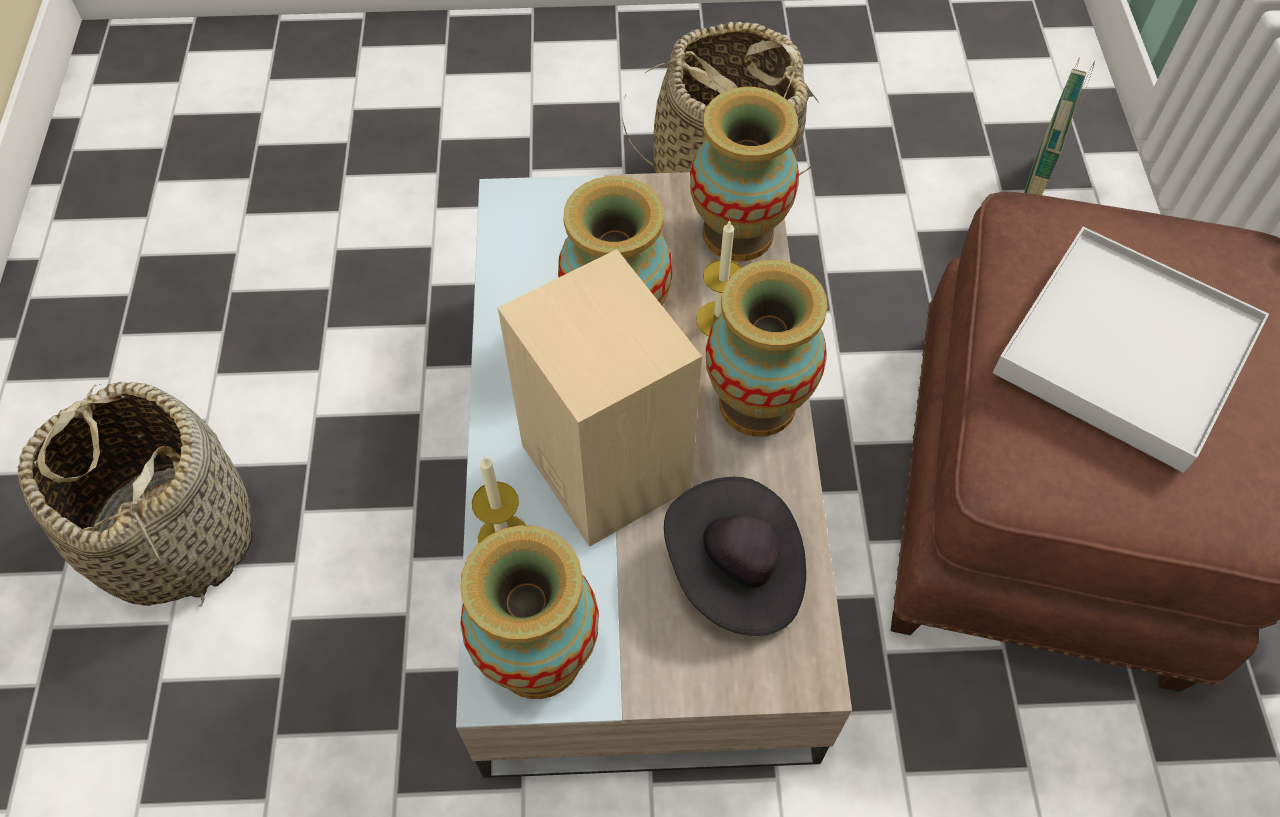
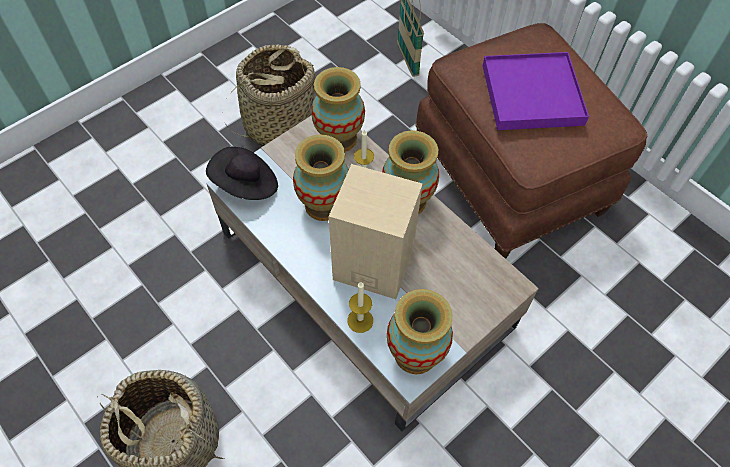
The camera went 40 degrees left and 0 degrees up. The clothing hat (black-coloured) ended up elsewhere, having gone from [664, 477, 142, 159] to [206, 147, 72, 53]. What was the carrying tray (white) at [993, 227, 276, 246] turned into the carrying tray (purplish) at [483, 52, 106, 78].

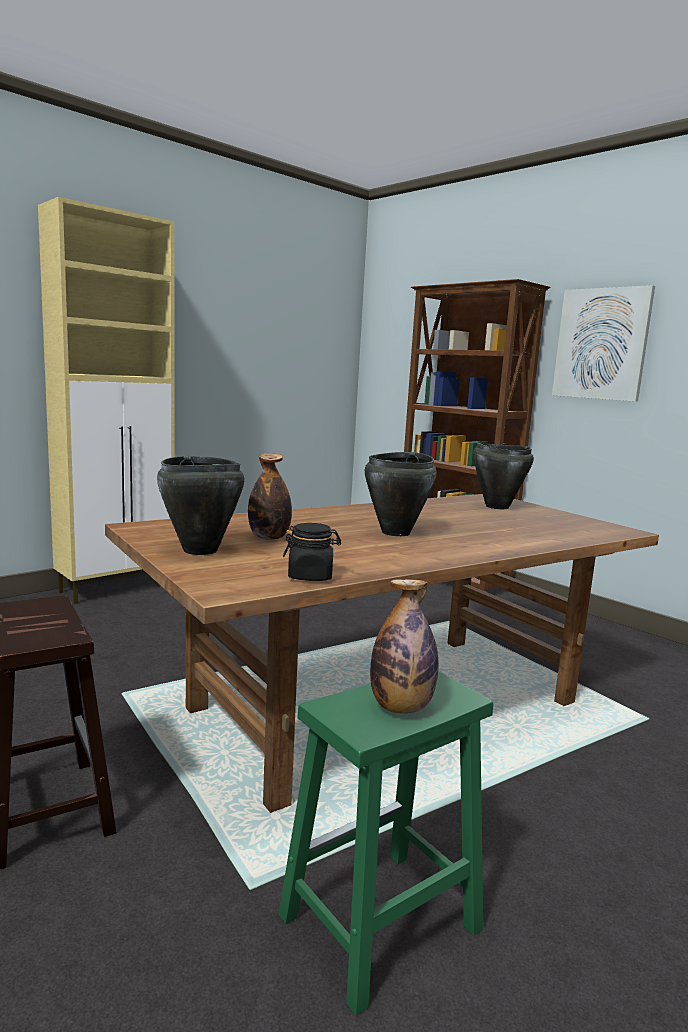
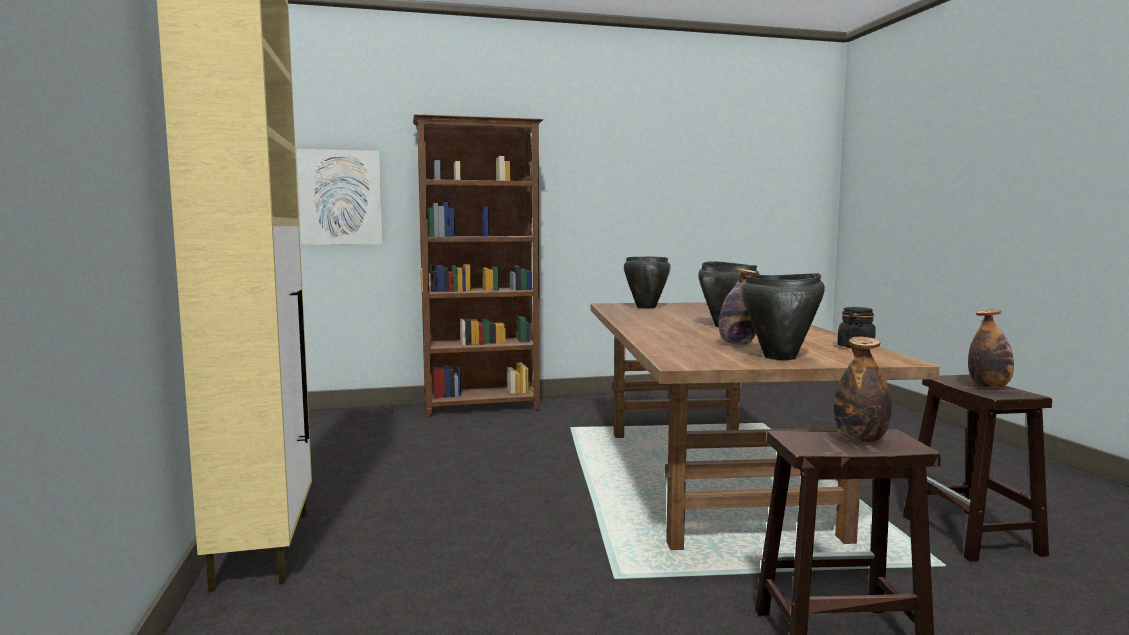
The camera went 60 degrees left and 5 degrees down. The picture ended up elsewhere, having gone from [552, 285, 103, 117] to [297, 149, 86, 96]. The second view gained the drink bottle at [834, 337, 58, 105]. What was the sitting stool (greenish) at [278, 671, 215, 345] turned into the sitting stool (brown) at [903, 375, 149, 187].

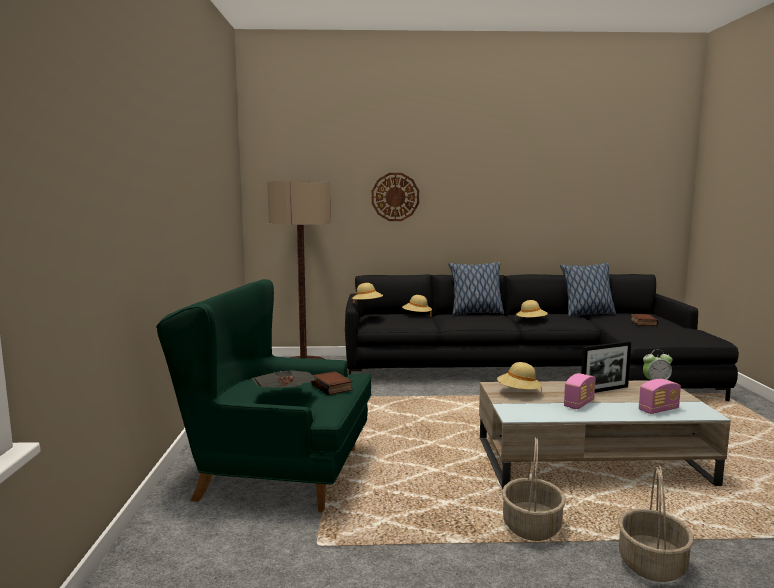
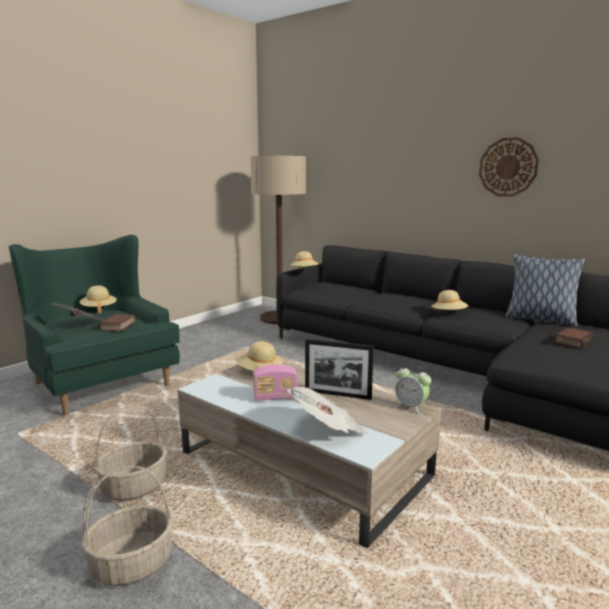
The camera went 40 degrees right and 5 degrees up. The clothing hat (beige) ended up elsewhere, having gone from [402, 295, 30, 22] to [80, 285, 37, 29]. Where the radio receiver stood at [639, 379, 42, 35], the printed paper came to stand at [287, 387, 81, 47]. The hanging clock ended up elsewhere, having gone from [372, 173, 47, 48] to [479, 137, 60, 60]. The second view lost the cushion at [448, 262, 56, 53].

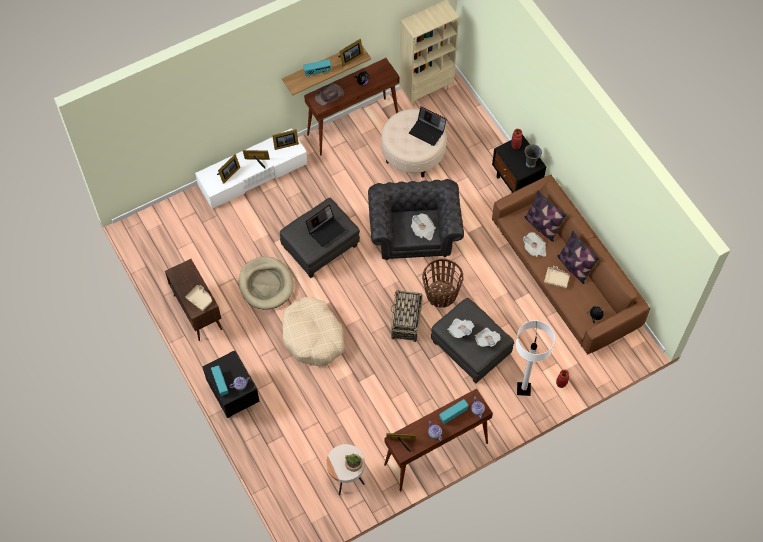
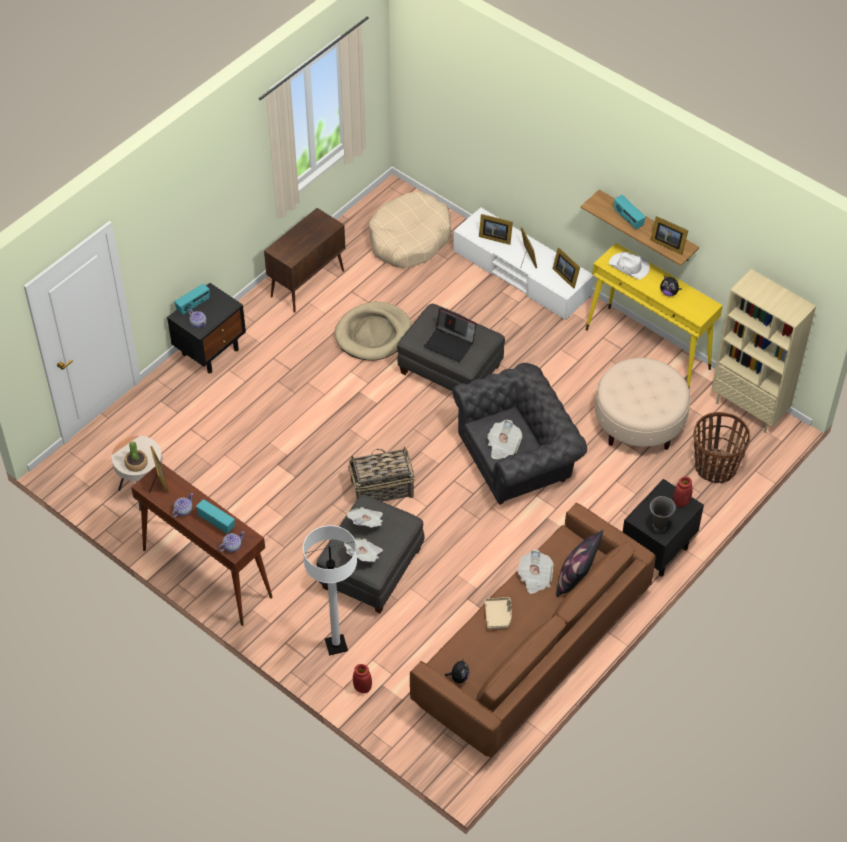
The camera went 70 degrees right and 10 degrees down. The dog bed (beige) ended up elsewhere, having gone from [283, 297, 62, 69] to [369, 191, 83, 77]. What was the hall table (brown) at [304, 58, 96, 97] turned into the hall table (yellow) at [586, 243, 137, 144]. What was the clothing hat (brown) at [315, 83, 29, 23] turned into the clothing hat (white) at [609, 252, 41, 28]. The household basket ended up elsewhere, having gone from [422, 258, 42, 50] to [693, 412, 58, 71]. The second view lost the carrying tray (beige) at [186, 285, 26, 26]. The second view lost the portable computer at [409, 106, 38, 40]. The second view lost the cushion at [557, 231, 43, 53].

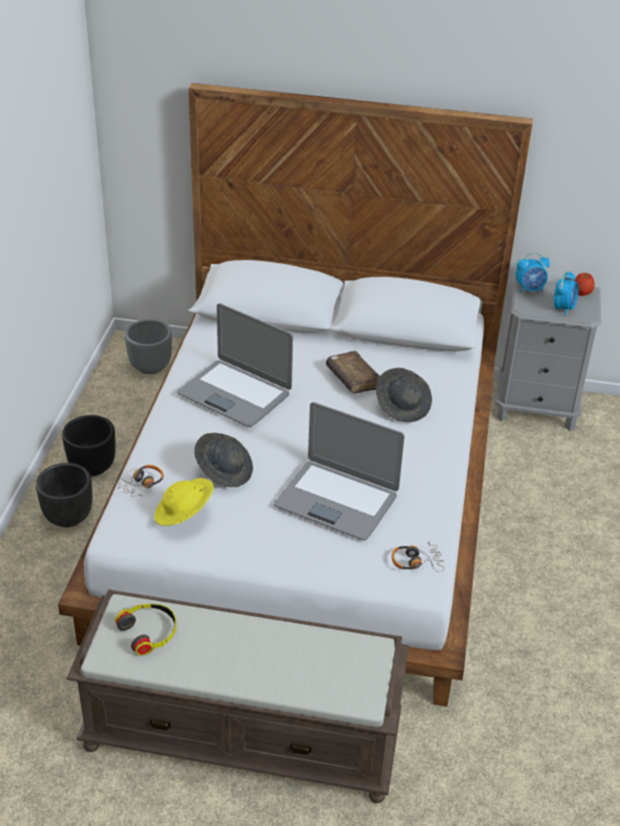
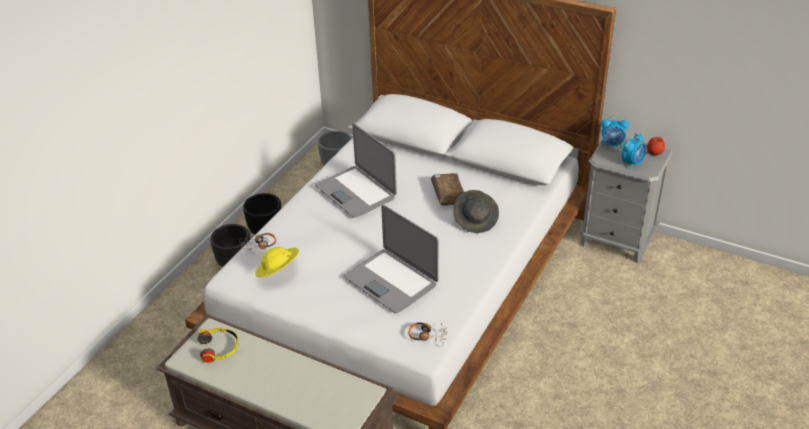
The camera went 20 degrees right and 0 degrees up. The second view lost the clothing hat (gray) at [194, 433, 59, 54].

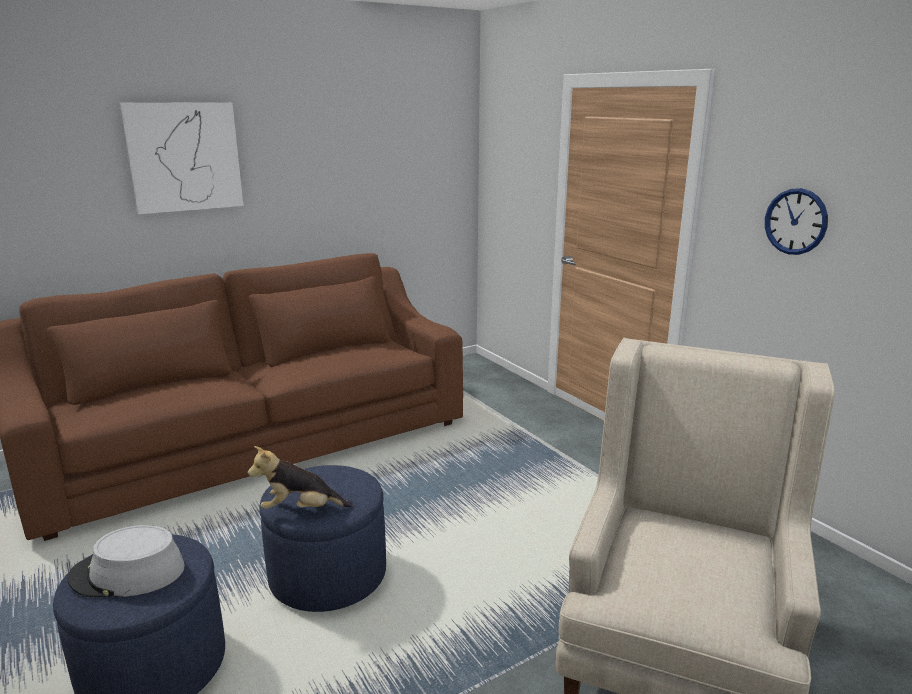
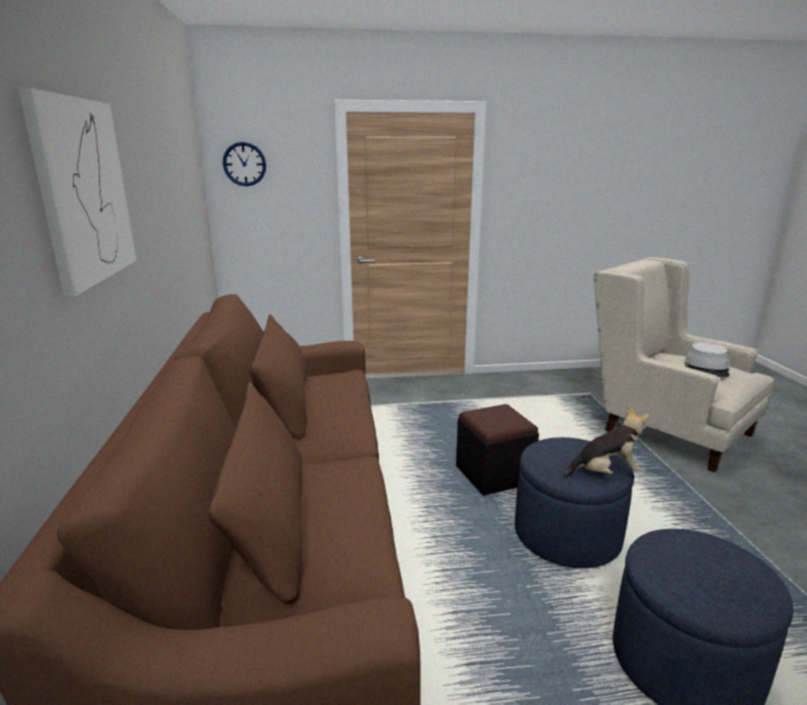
The camera went 65 degrees left and 0 degrees up. The hanging clock ended up elsewhere, having gone from [765, 188, 63, 67] to [223, 142, 43, 44]. The second view gained the ottoman (black-coloured) at [456, 404, 83, 92]. The cuddly toy at [248, 446, 105, 63] ended up facing another way, 120 degrees counterclockwise from before. The clothing hat (gray) ended up elsewhere, having gone from [67, 525, 118, 73] to [684, 342, 46, 35].

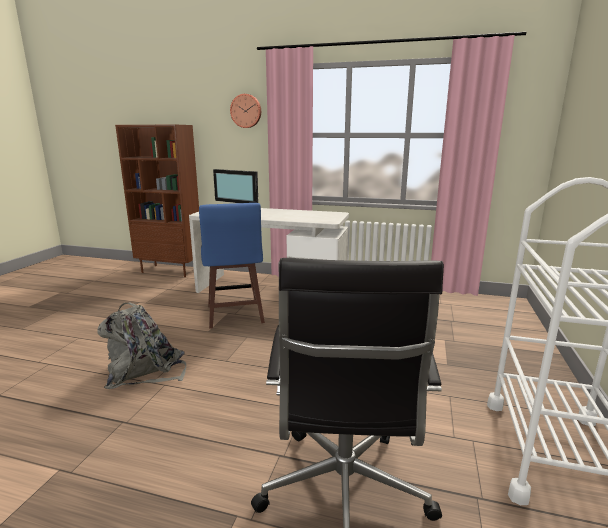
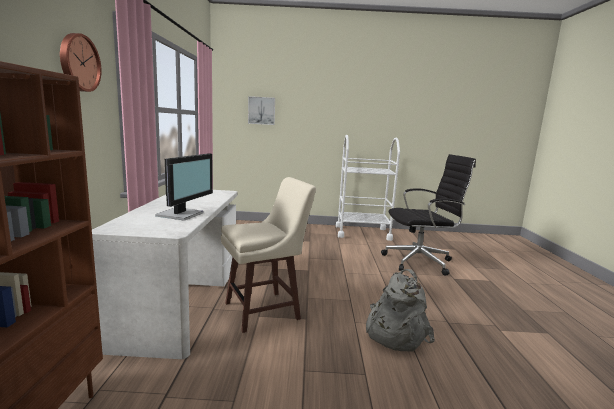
The camera went 105 degrees left and 5 degrees down. What was the sitting stool (blue) at [199, 203, 66, 126] turned into the sitting stool (beige) at [221, 177, 95, 156]. The second view gained the picture at [248, 96, 27, 29].

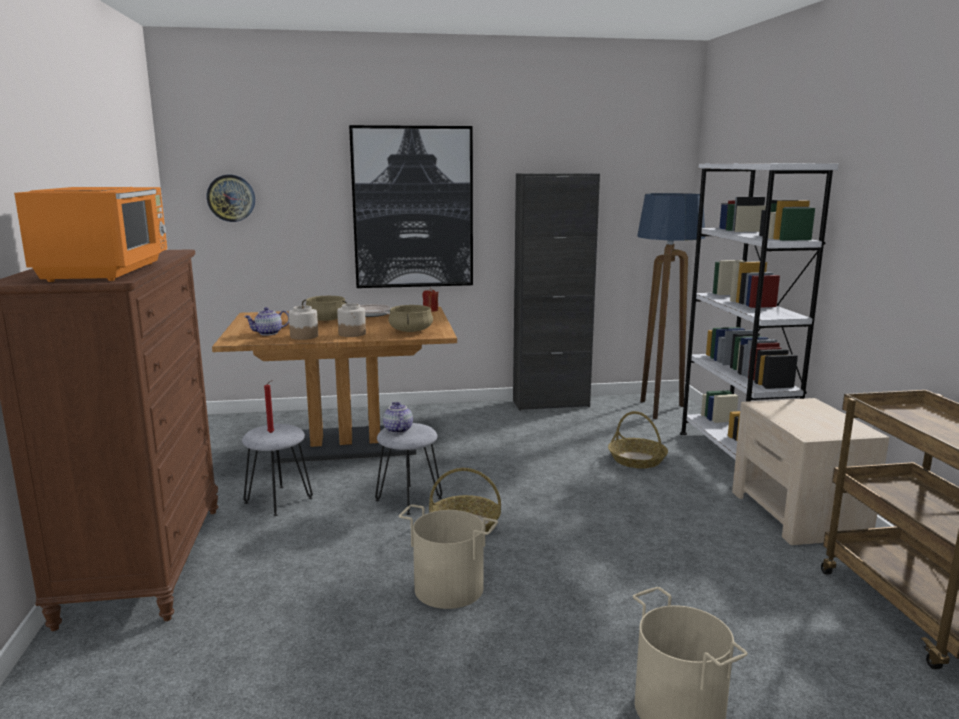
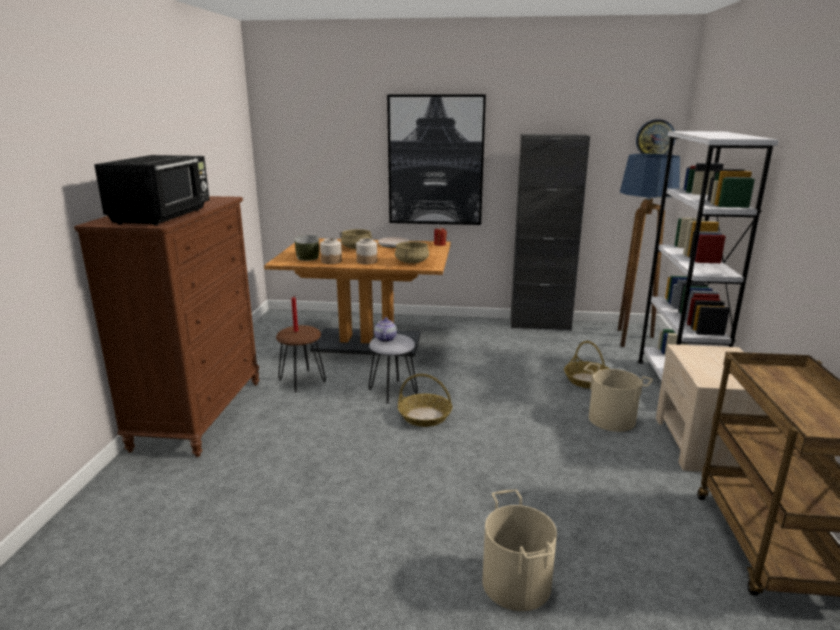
The camera went 15 degrees right and 5 degrees up. What was the microwave (orange-coloured) at [14, 187, 153, 95] turned into the microwave (black-coloured) at [94, 155, 116, 71]. What was the sitting stool (gray) at [242, 424, 71, 92] turned into the sitting stool (brown) at [276, 325, 50, 67]. Where the teapot stood at [244, 307, 45, 28], the bowl came to stand at [295, 235, 24, 26]. The water bucket (beige) ended up elsewhere, having gone from [399, 504, 99, 105] to [584, 363, 69, 69]. The hanging clock ended up elsewhere, having gone from [207, 175, 48, 47] to [636, 119, 39, 35].

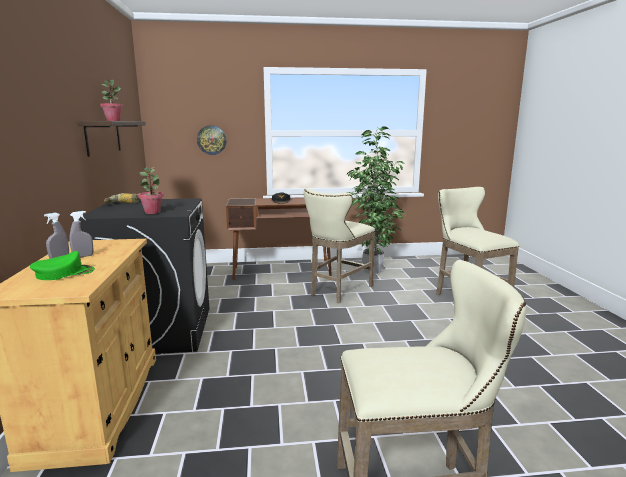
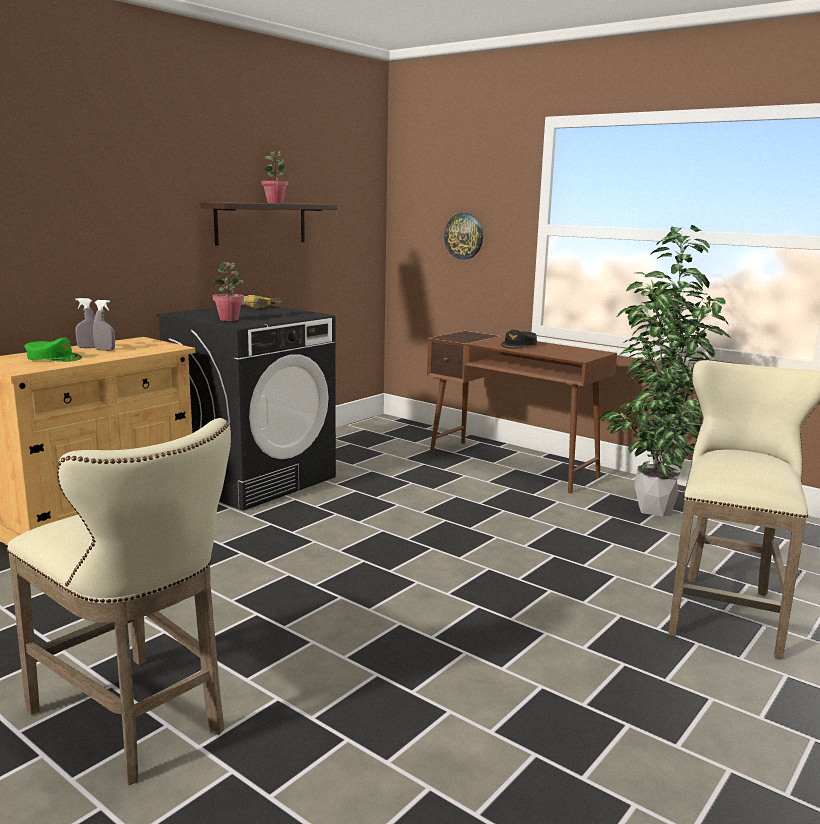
The camera went 45 degrees right and 0 degrees up. The second view lost the sitting stool (beige) at [304, 188, 71, 115].

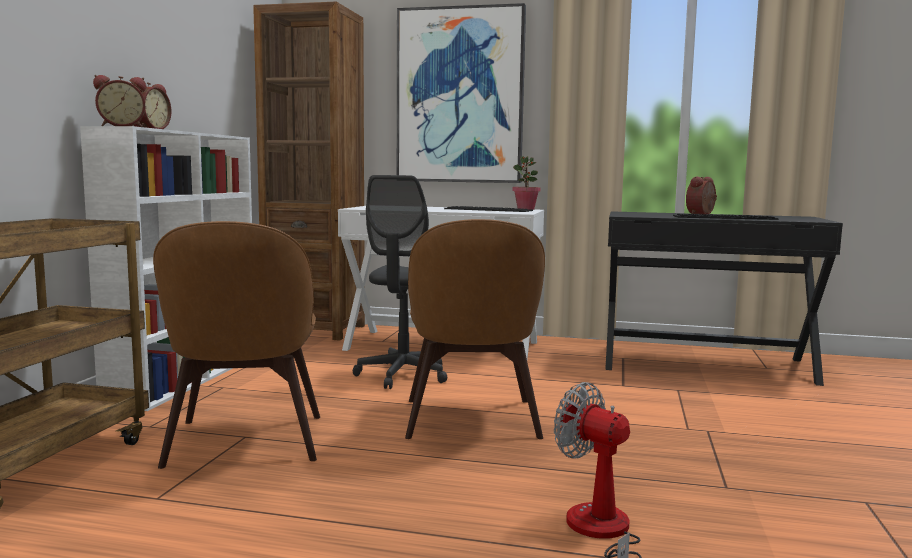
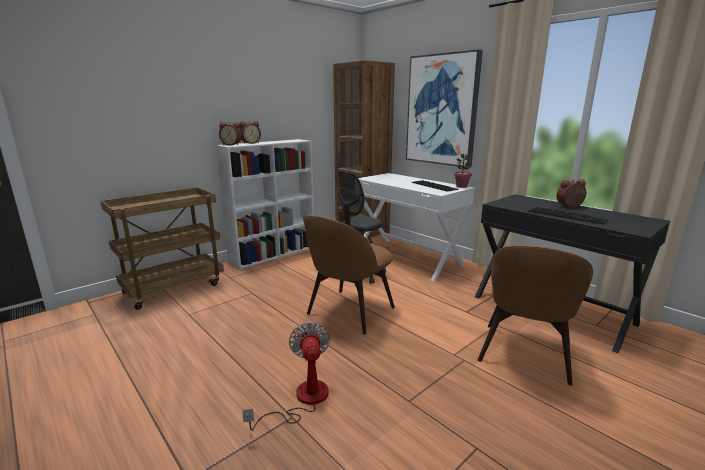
The camera went 35 degrees right and 10 degrees up. The chair (brown) ended up elsewhere, having gone from [153, 221, 167, 248] to [478, 245, 115, 140].

